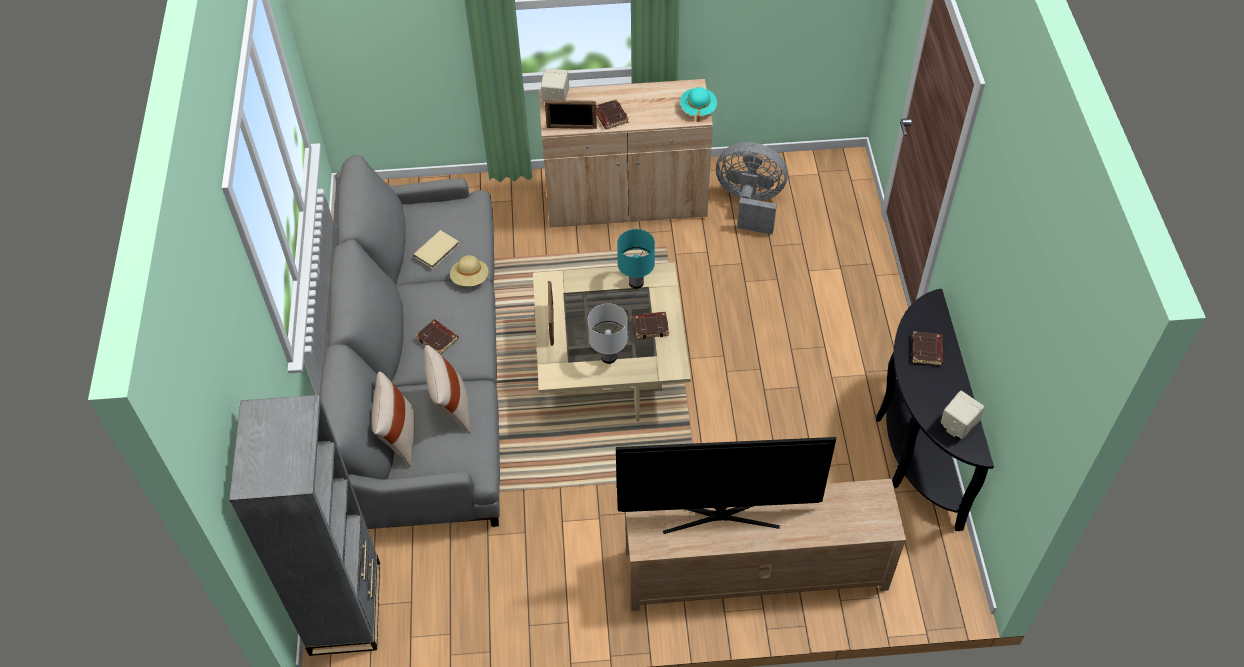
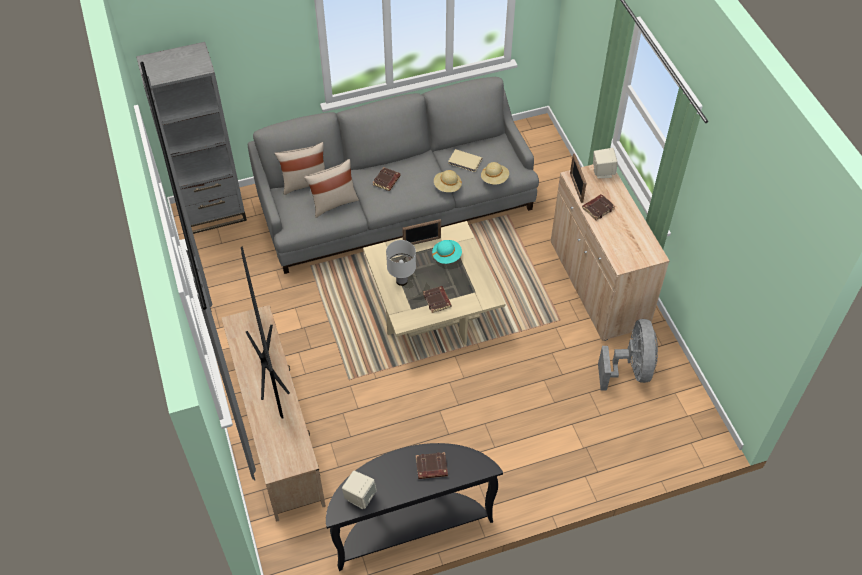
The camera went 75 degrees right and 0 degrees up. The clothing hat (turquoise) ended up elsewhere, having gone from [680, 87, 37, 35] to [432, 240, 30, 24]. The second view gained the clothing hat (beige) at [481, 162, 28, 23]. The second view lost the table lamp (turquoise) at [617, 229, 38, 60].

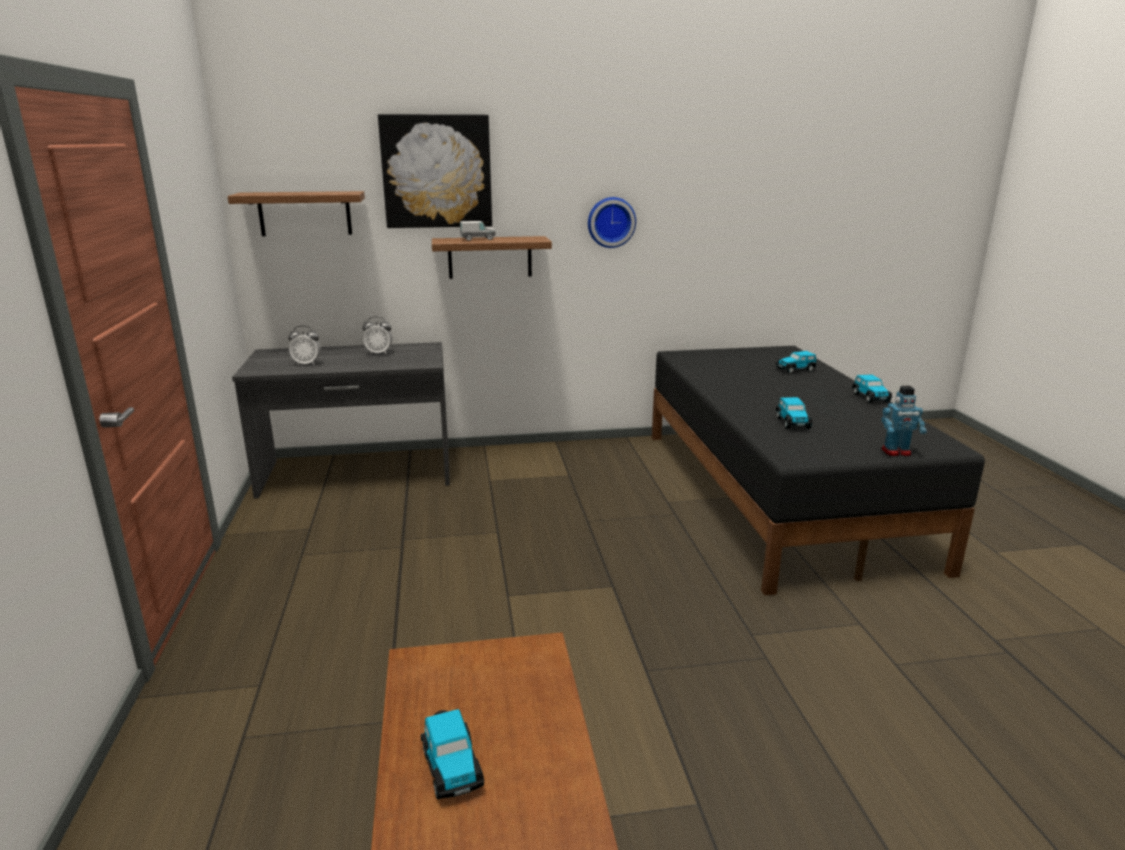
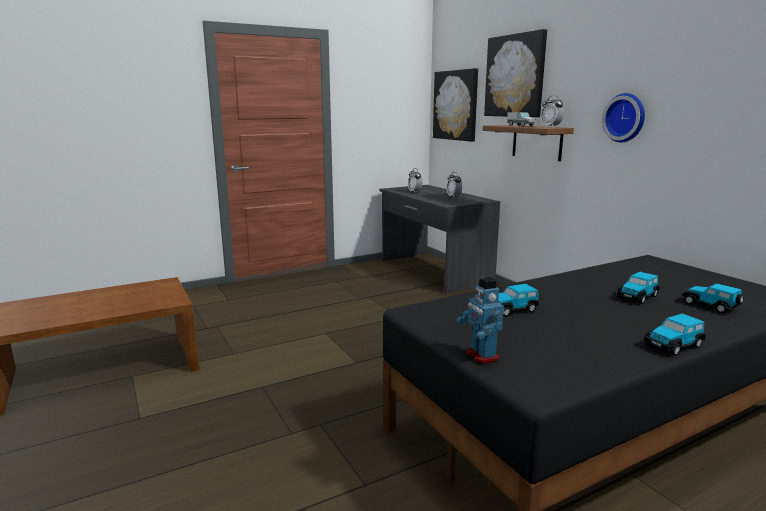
The camera went 70 degrees right and 5 degrees down. Where the wall shelf hung at [228, 191, 137, 45], the picture came to hang at [433, 68, 45, 74]. The second view gained the alarm clock at [540, 95, 24, 32]. The model car ended up elsewhere, having gone from [421, 709, 63, 91] to [617, 272, 43, 32].

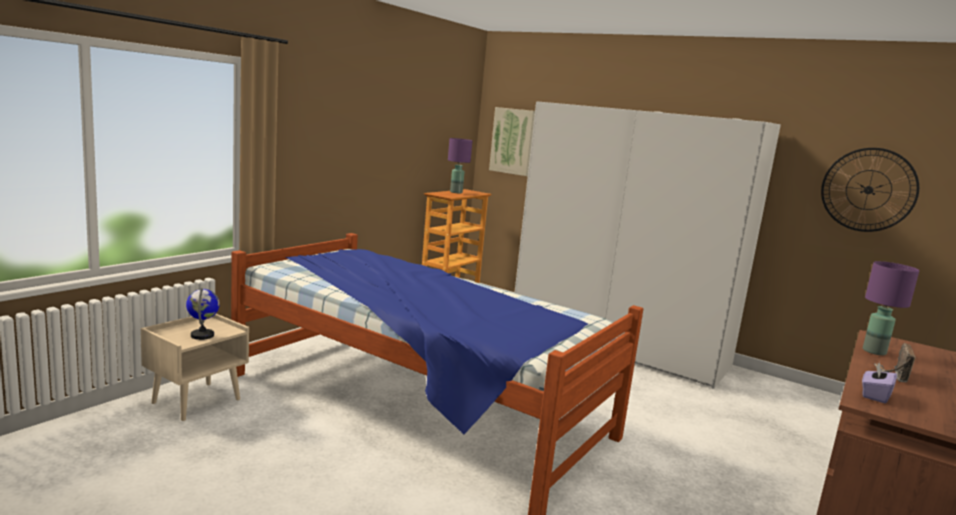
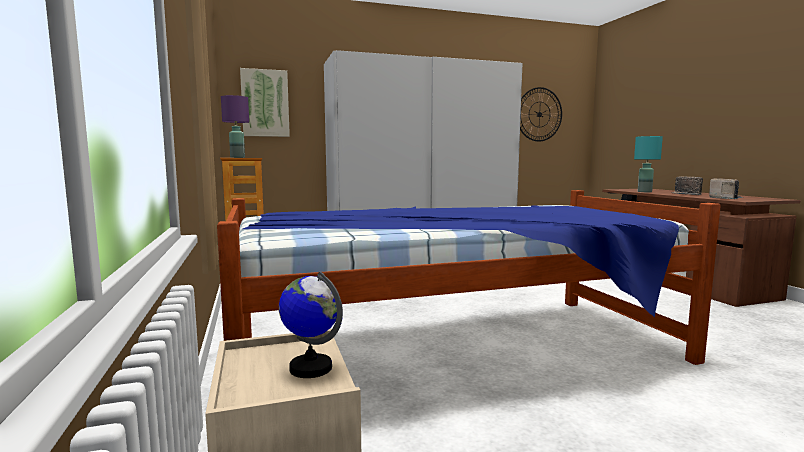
The camera went 50 degrees left and 5 degrees down. What was the table lamp (purplish) at [863, 261, 56, 94] turned into the table lamp (turquoise) at [634, 136, 29, 56]. Where the tissue box (purplish) stood at [862, 362, 35, 41], the radio receiver came to stand at [709, 178, 35, 21].

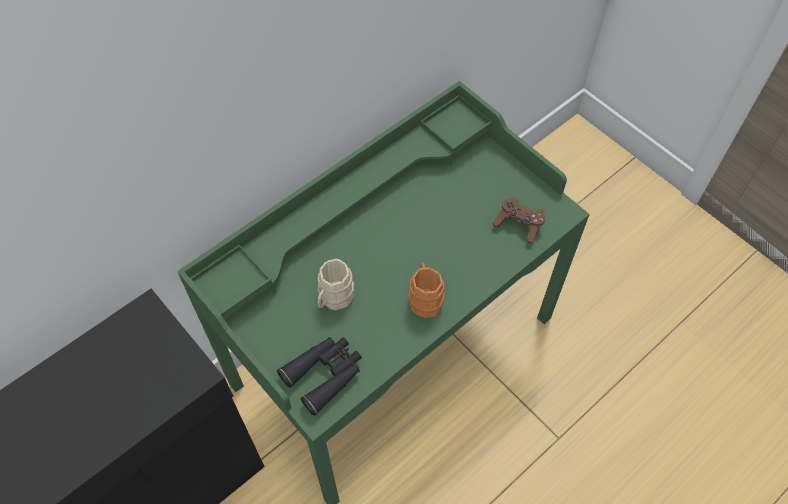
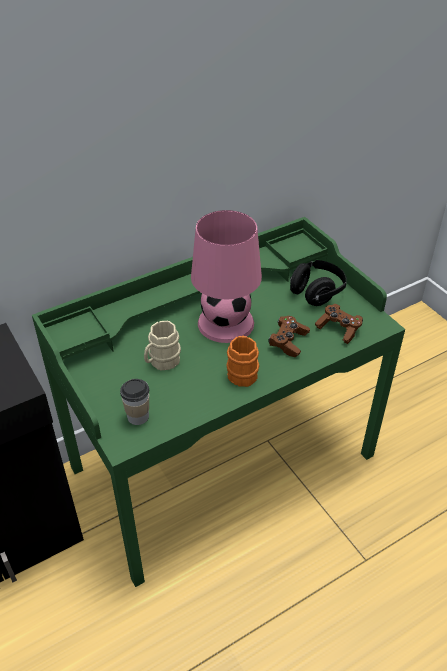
The camera went 10 degrees right and 15 degrees down. Where the field glasses (black-coloured) stood at [277, 337, 85, 79], the small cup came to stand at [120, 379, 29, 46]. The second view gained the table lamp (pinkish) at [191, 210, 71, 133]. The second view gained the gamepad (brown) at [268, 316, 42, 42]. The second view gained the headset (black-coloured) at [290, 260, 57, 46].

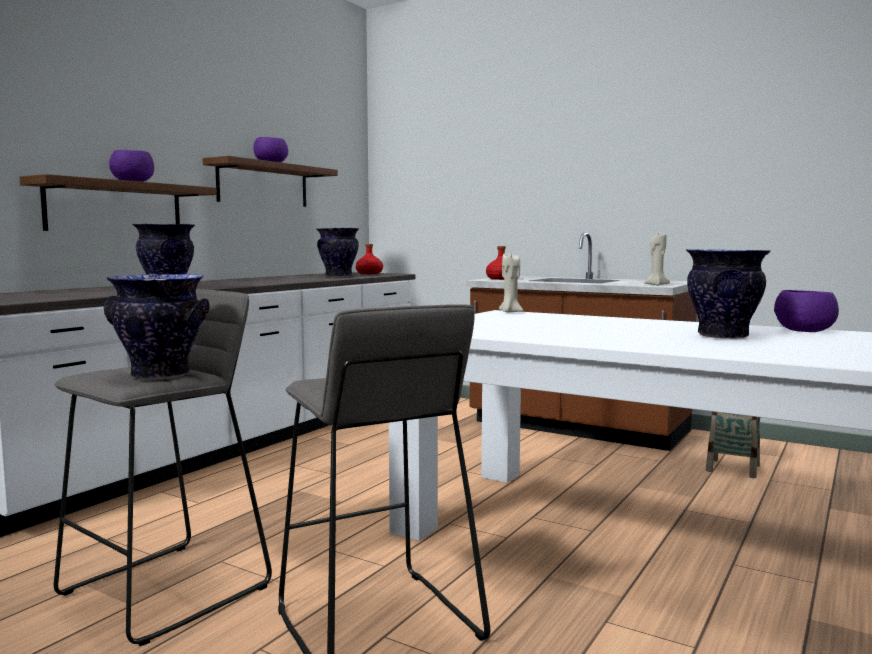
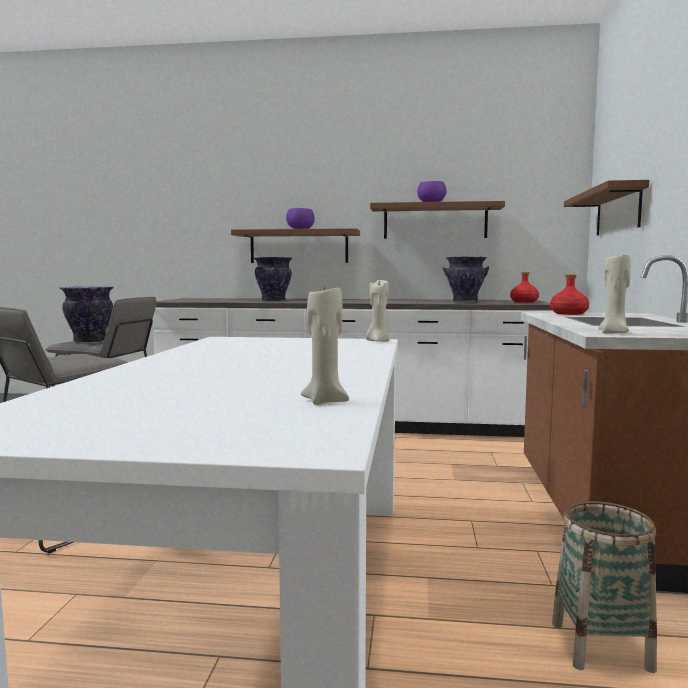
The camera went 65 degrees right and 0 degrees up. Where the bowl (purplish) stood at [774, 290, 65, 42], the wax candle (beige) came to stand at [301, 284, 48, 121]. The second view gained the wall shelf (brown) at [564, 180, 85, 56]. The second view lost the decorative vase at [686, 249, 85, 90].

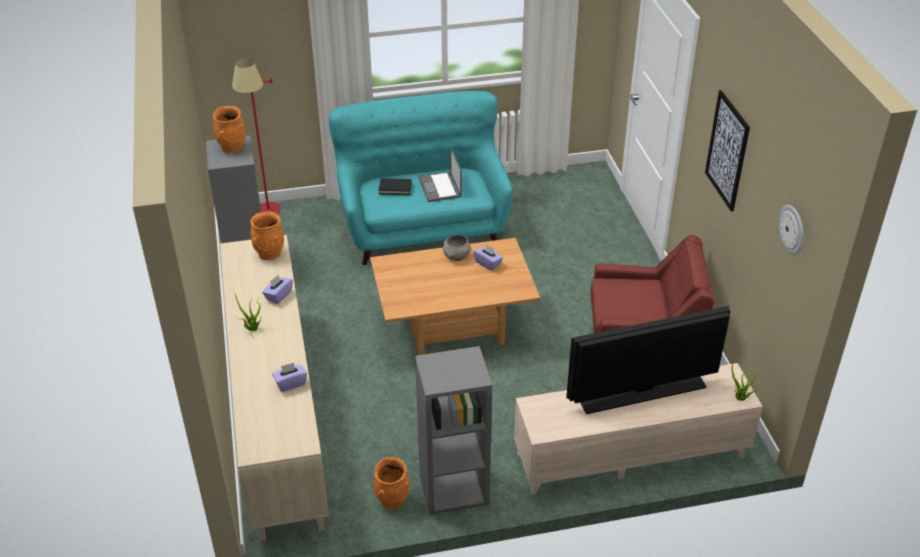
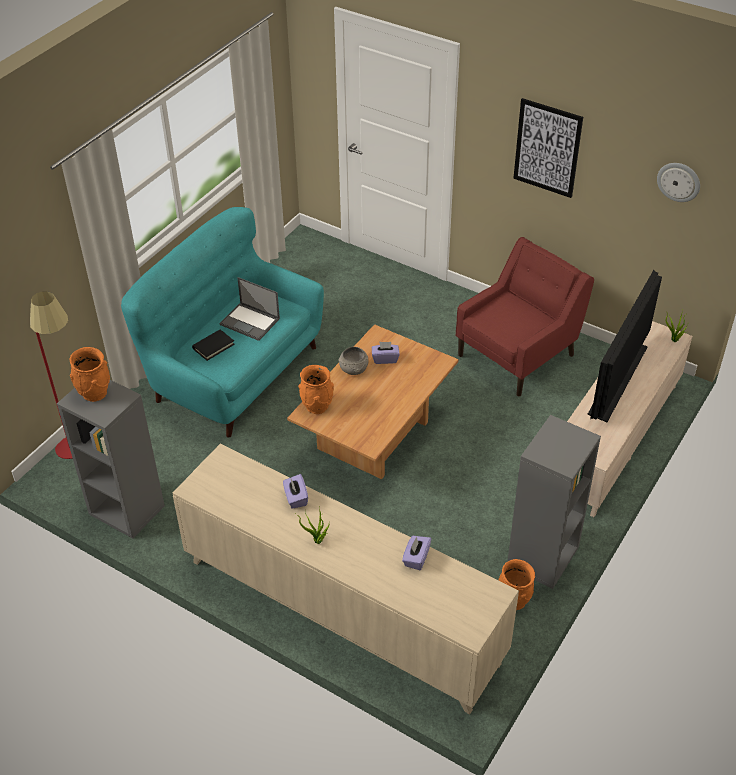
The camera went 45 degrees left and 5 degrees up. The decorative vase (orange-coloured) ended up elsewhere, having gone from [250, 212, 34, 48] to [298, 365, 36, 49].

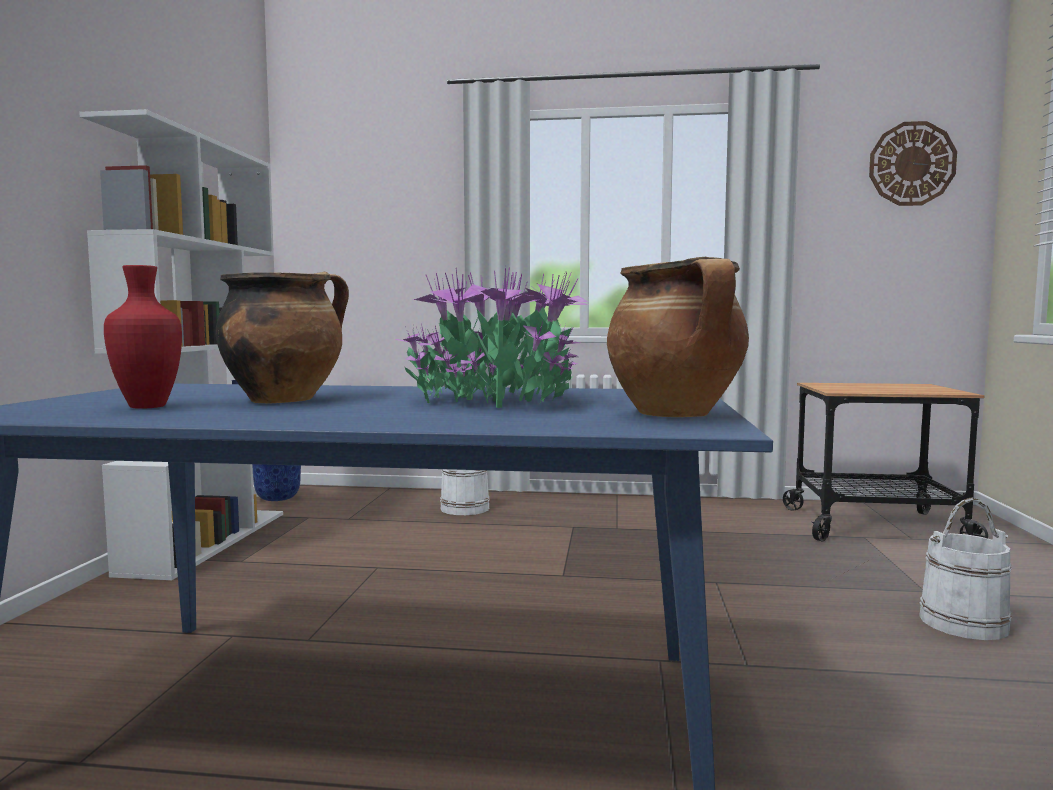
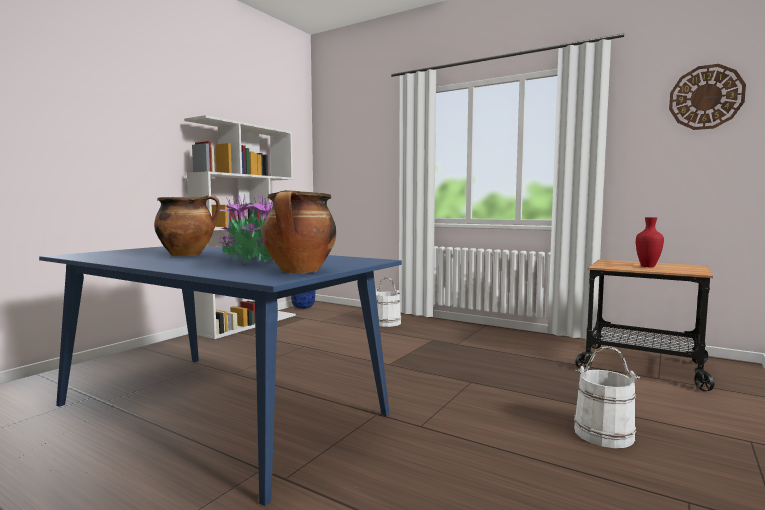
The camera went 25 degrees right and 0 degrees up. The decorative vase (red) ended up elsewhere, having gone from [104, 265, 78, 144] to [636, 217, 28, 50].

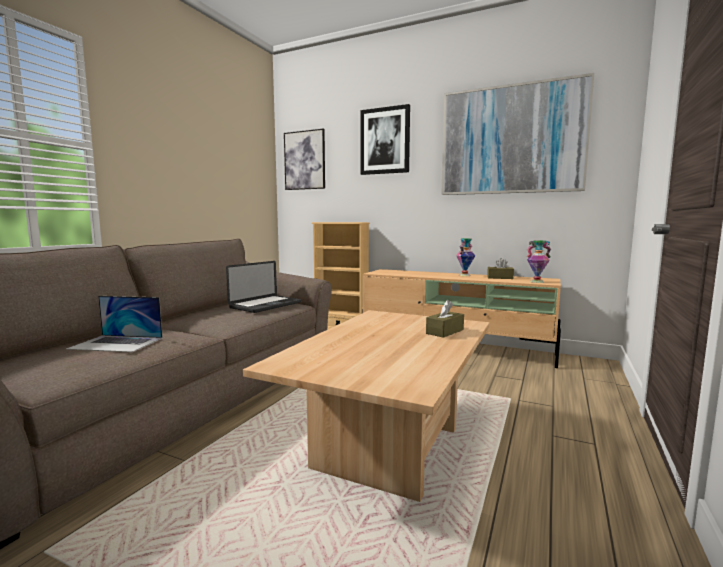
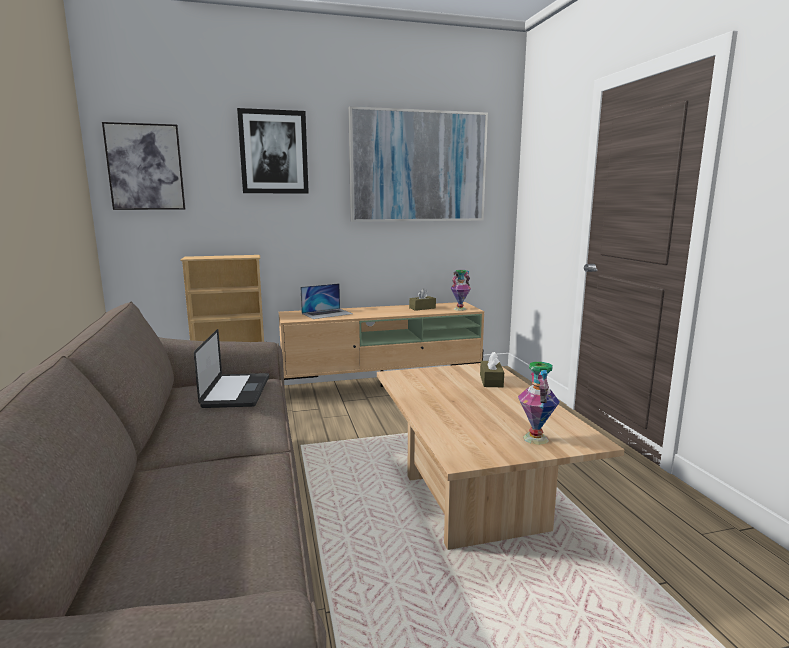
The camera went 40 degrees left and 5 degrees up. The portable computer ended up elsewhere, having gone from [66, 296, 97, 56] to [301, 283, 52, 36]. The decorative vase ended up elsewhere, having gone from [456, 238, 19, 38] to [518, 362, 42, 83].

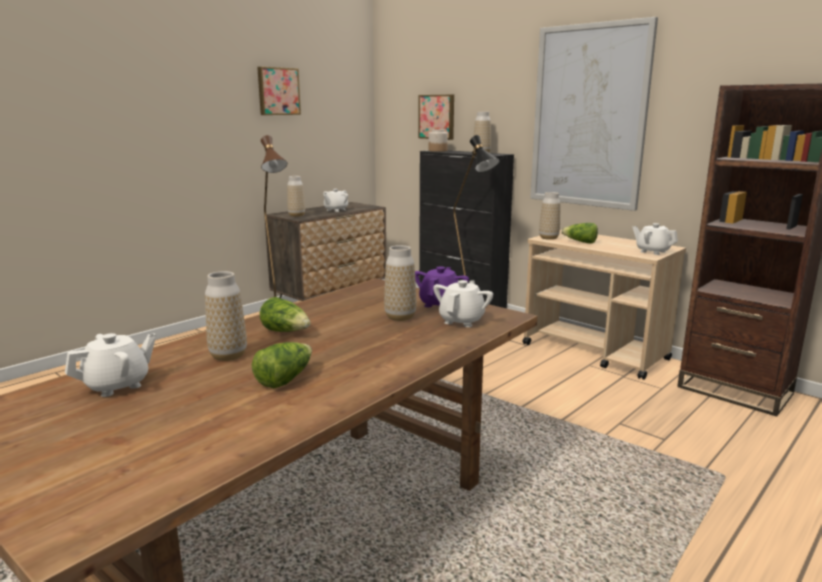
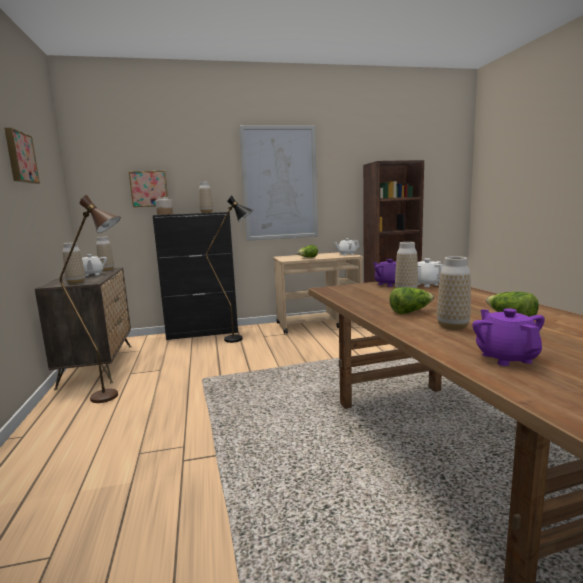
The camera went 55 degrees left and 5 degrees down. The decorative vase ended up elsewhere, having gone from [539, 192, 21, 48] to [96, 236, 18, 35]. What was the teapot (white) at [65, 333, 91, 64] turned into the teapot (purplish) at [473, 308, 72, 58].

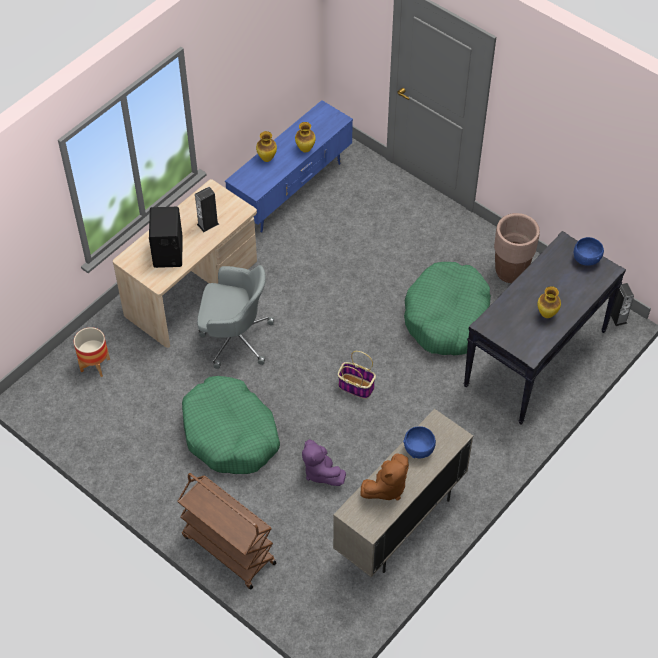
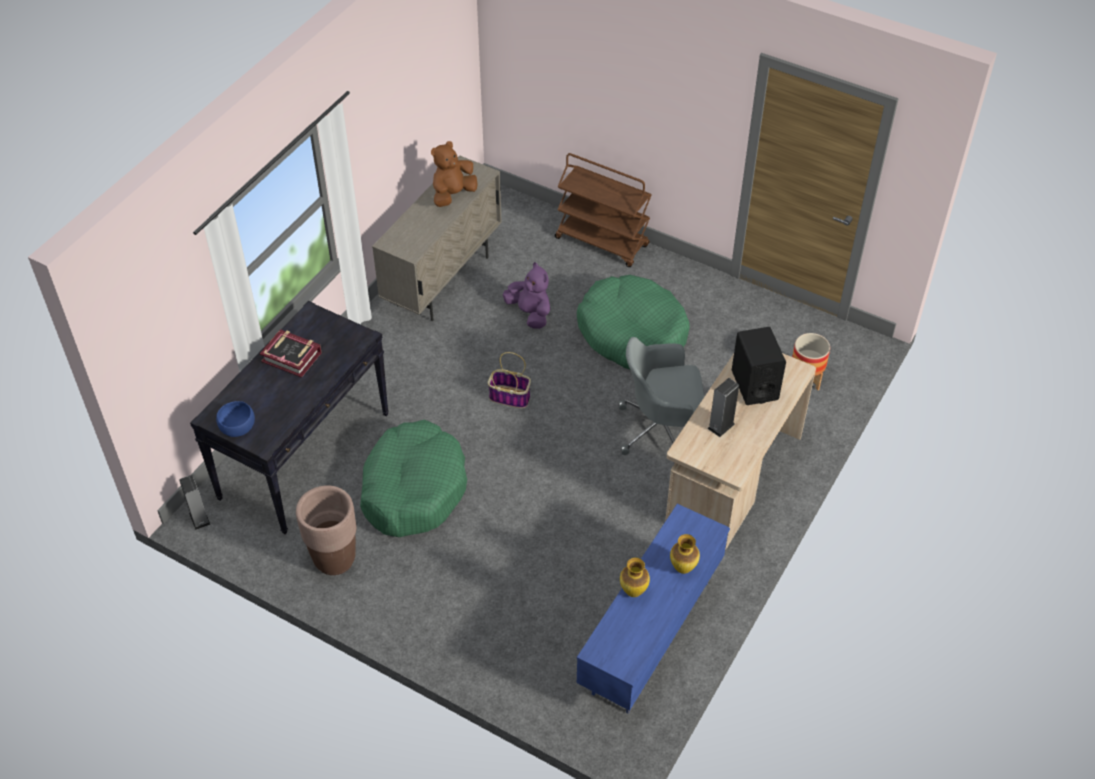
The camera went 170 degrees right and 5 degrees down. Where the decorative vase stood at [537, 286, 24, 32], the bound book came to stand at [260, 329, 62, 49]. The second view lost the bowl (blue) at [403, 426, 33, 32].

